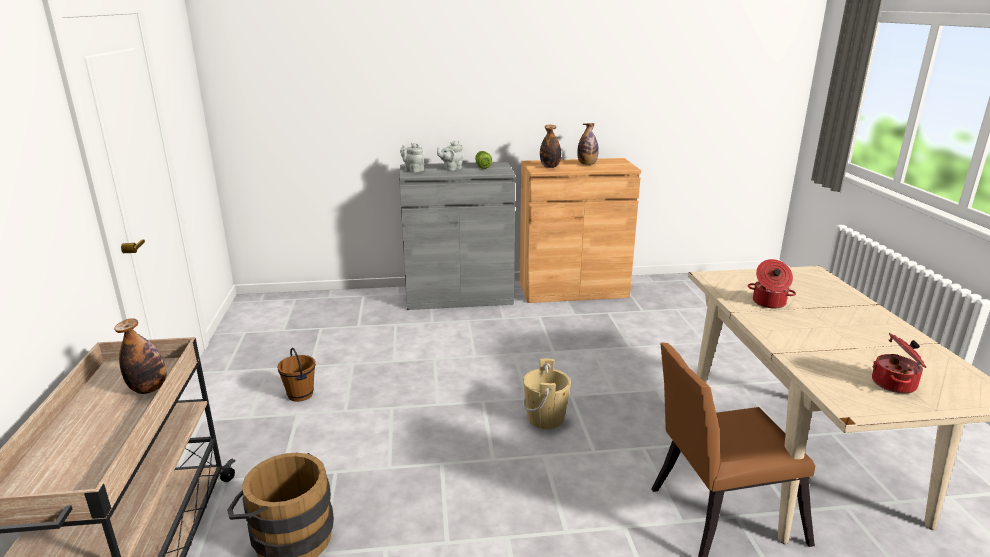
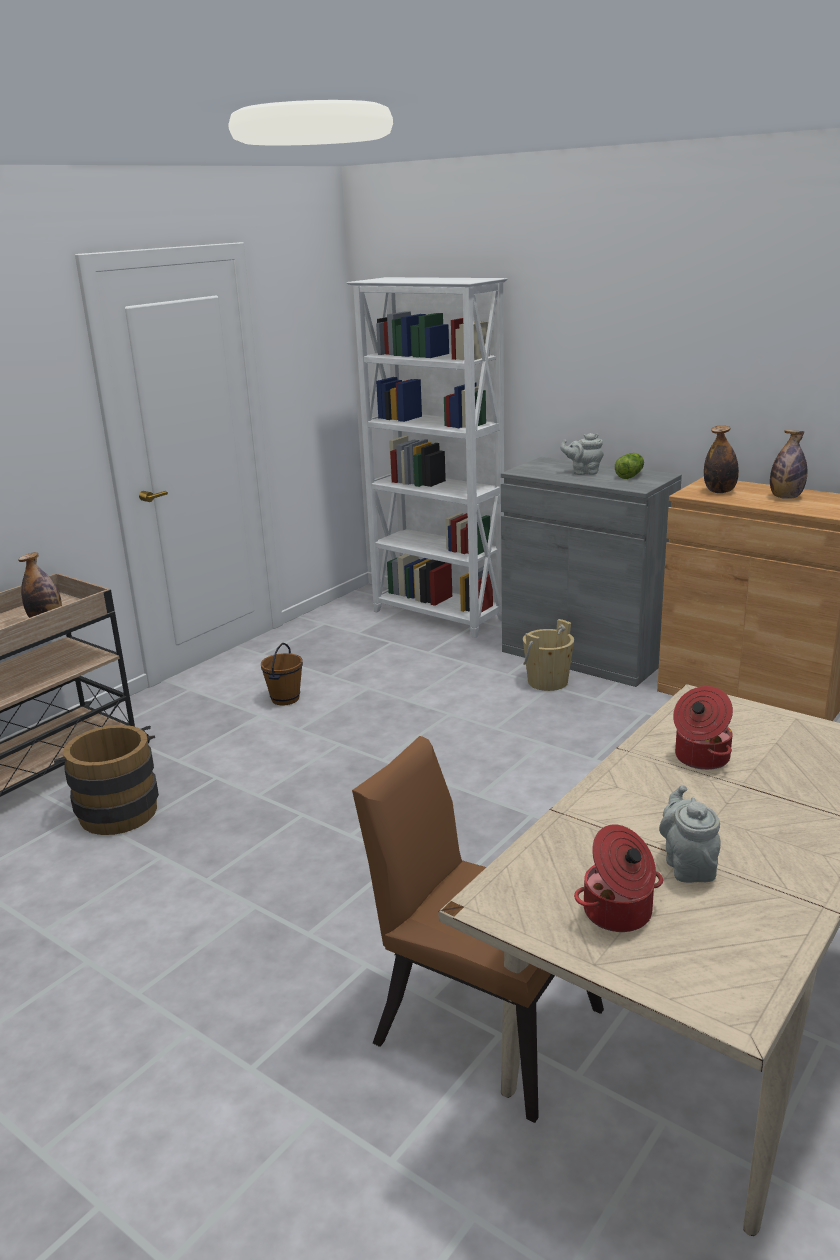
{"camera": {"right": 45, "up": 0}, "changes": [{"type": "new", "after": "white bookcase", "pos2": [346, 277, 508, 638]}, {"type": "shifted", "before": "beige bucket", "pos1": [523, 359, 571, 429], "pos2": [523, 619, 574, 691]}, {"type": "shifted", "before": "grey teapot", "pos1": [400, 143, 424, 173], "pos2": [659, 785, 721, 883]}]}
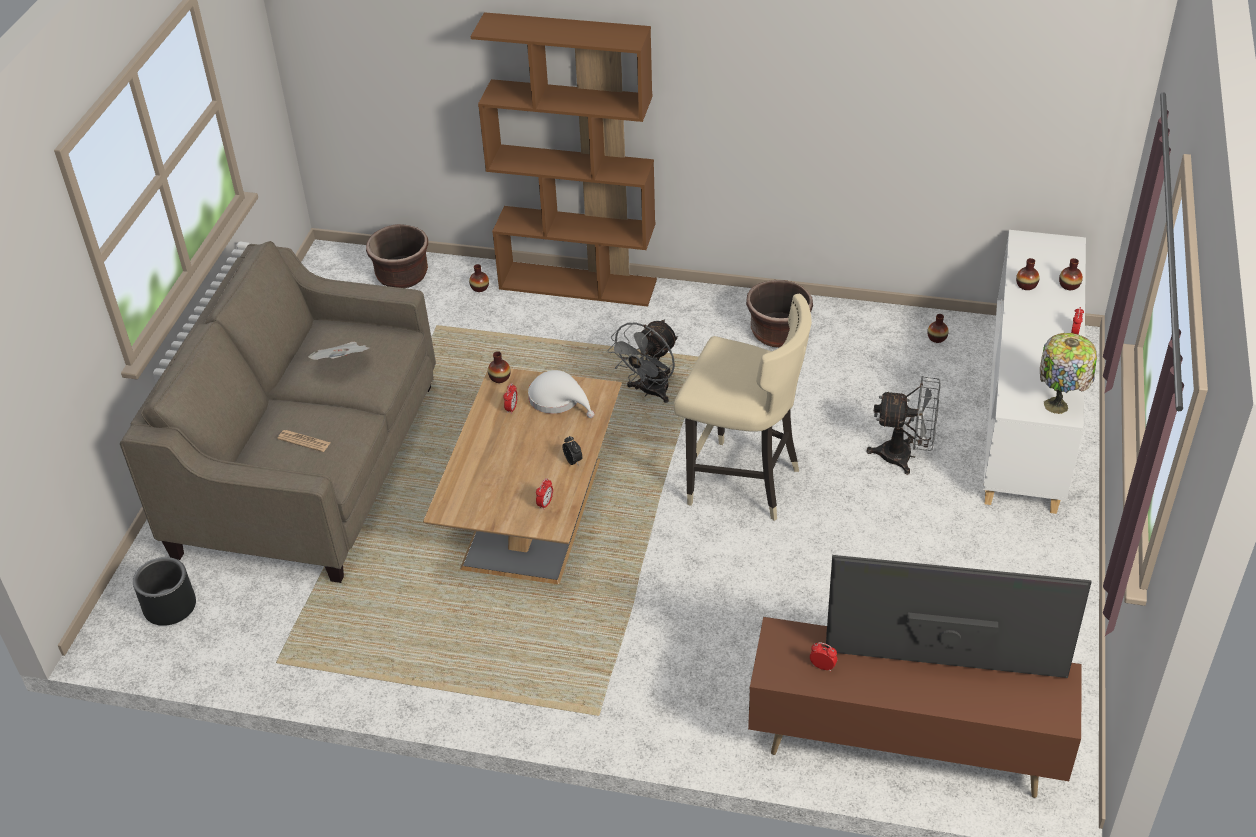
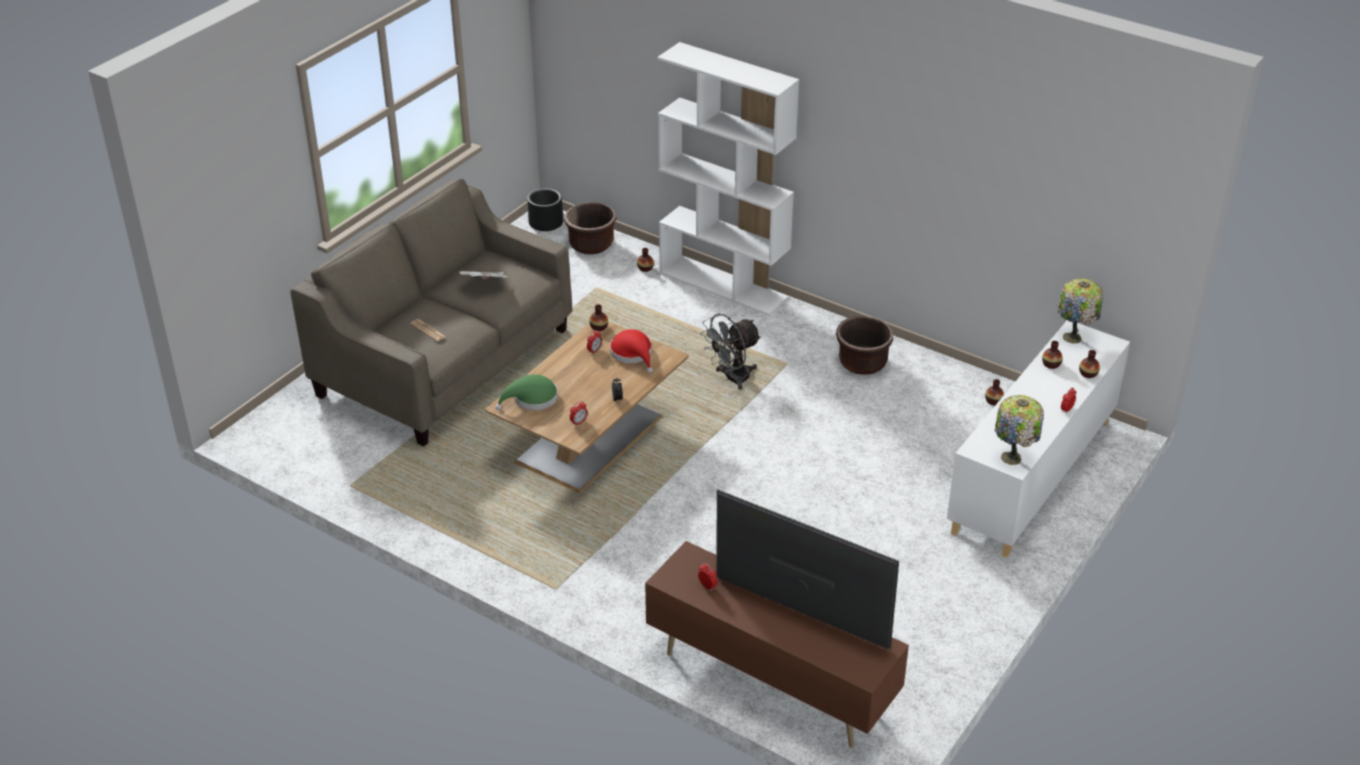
{"camera": {"right": 20, "up": -5}, "changes": [{"type": "new", "after": "green hat", "pos2": [496, 374, 558, 410]}, {"type": "shifted", "before": "black planter", "pos1": [133, 557, 196, 626], "pos2": [527, 188, 563, 231]}, {"type": "repainted", "before": "white hat", "after": "red hat", "pos1": [528, 370, 594, 418], "pos2": [610, 329, 653, 373]}, {"type": "repainted", "before": "brown bookcase", "after": "white bookcase", "pos1": [471, 12, 657, 306], "pos2": [657, 42, 799, 316]}, {"type": "new", "after": "table lamp", "pos2": [1058, 278, 1103, 344]}, {"type": "gone", "before": "beige stool", "pos1": [674, 294, 812, 521]}, {"type": "gone", "before": "grey fan", "pos1": [867, 376, 941, 475]}]}
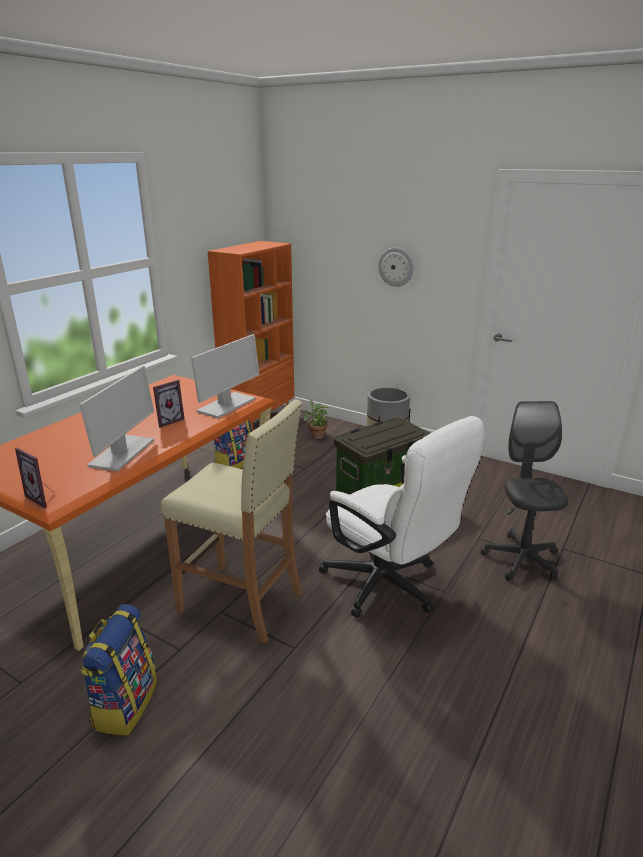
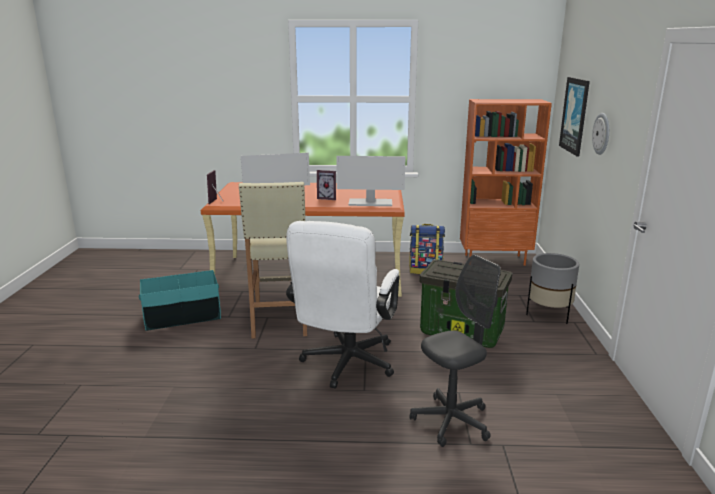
{"camera": {"right": 60, "up": -5}, "changes": [{"type": "swapped", "before": "backpack", "after": "turquoise storage box", "pos1": [80, 604, 157, 736], "pos2": [139, 270, 221, 331]}, {"type": "new", "after": "picture", "pos2": [559, 77, 590, 157]}, {"type": "gone", "before": "potted plant", "pos1": [304, 400, 329, 439]}]}
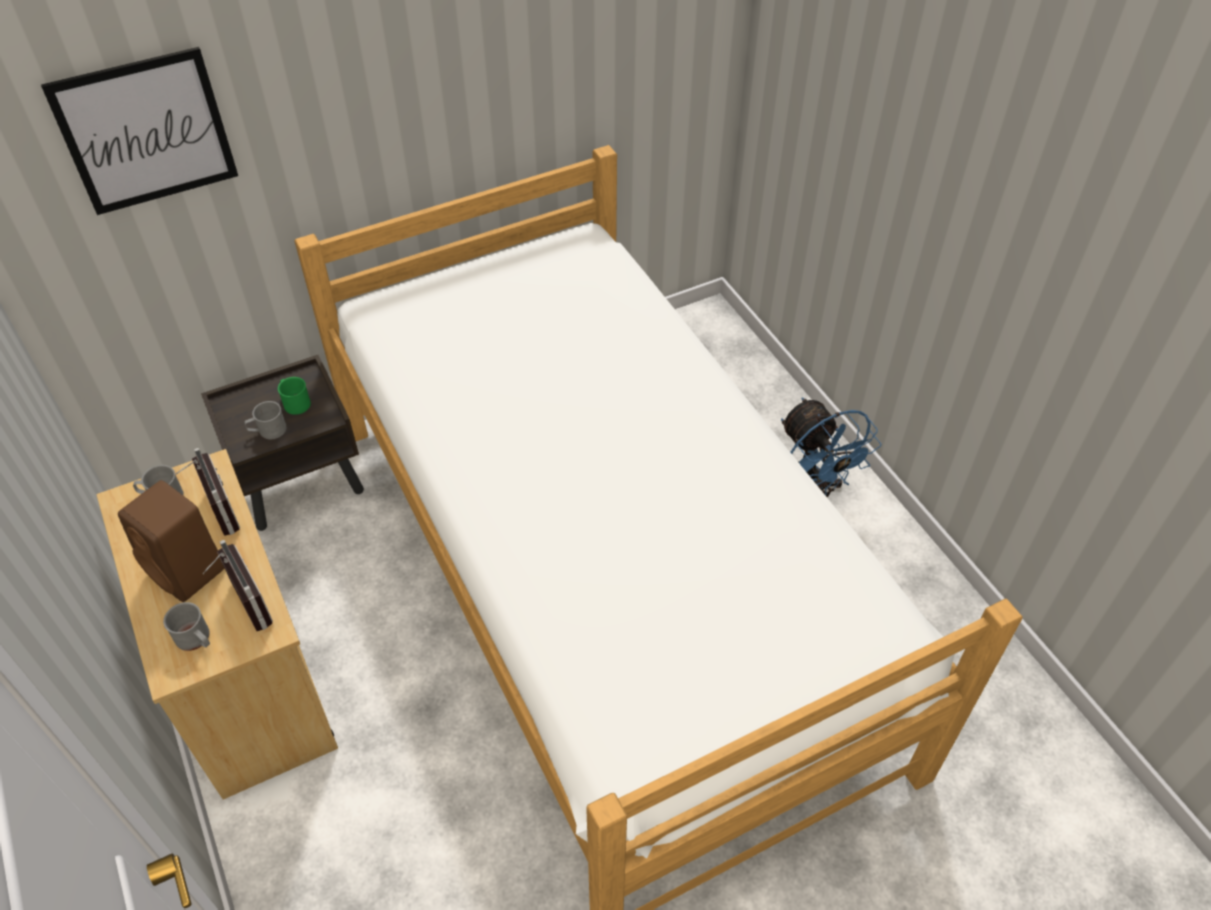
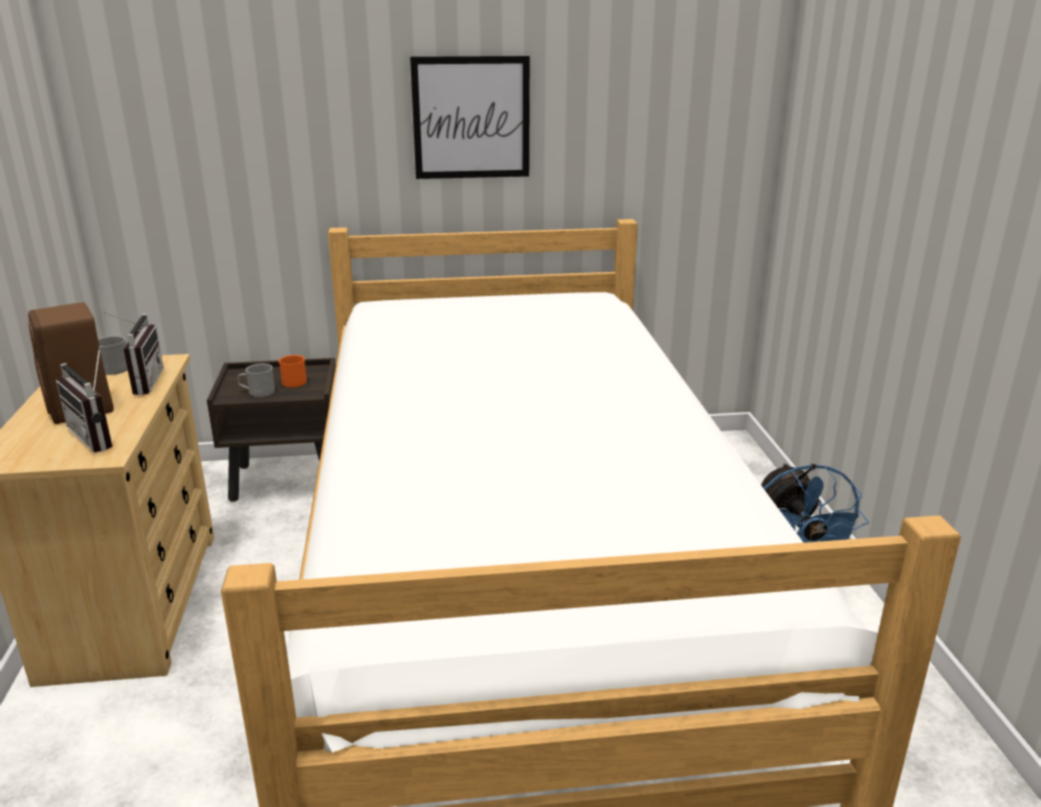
{"camera": {"right": 20, "up": -25}, "changes": [{"type": "rotated", "before": "radio", "pos1": [203, 540, 273, 631], "pos2": [56, 346, 113, 452], "turn": 150}, {"type": "repainted", "before": "green mug", "after": "orange mug", "pos1": [278, 377, 311, 415], "pos2": [279, 355, 307, 388]}, {"type": "shifted", "before": "picture", "pos1": [41, 47, 238, 215], "pos2": [410, 56, 530, 179]}, {"type": "gone", "before": "grey mug", "pos1": [163, 602, 210, 651]}]}
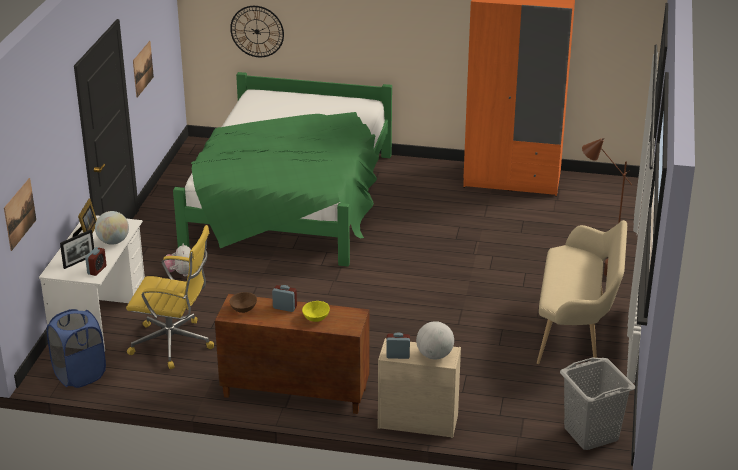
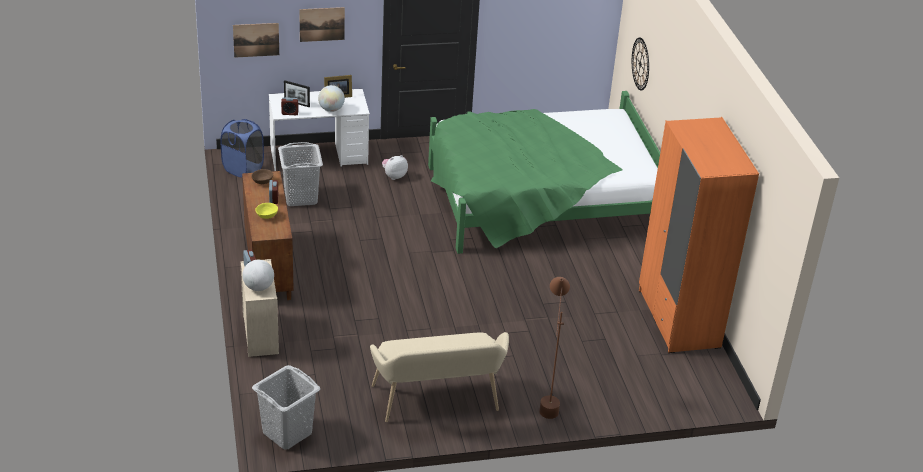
{"camera": {"right": 65, "up": 5}, "changes": [{"type": "swapped", "before": "yellow office chair", "after": "grey laundry basket", "pos1": [126, 225, 214, 369], "pos2": [278, 142, 323, 206]}, {"type": "shifted", "before": "picture", "pos1": [133, 41, 154, 98], "pos2": [299, 7, 345, 42]}]}
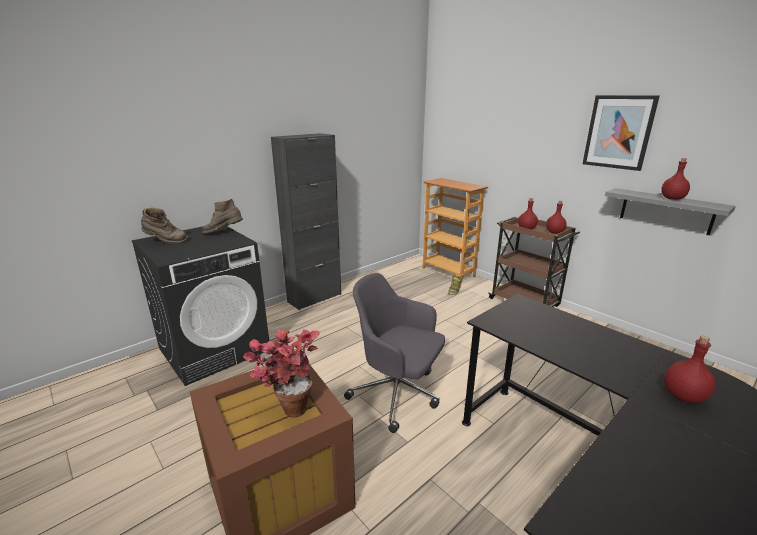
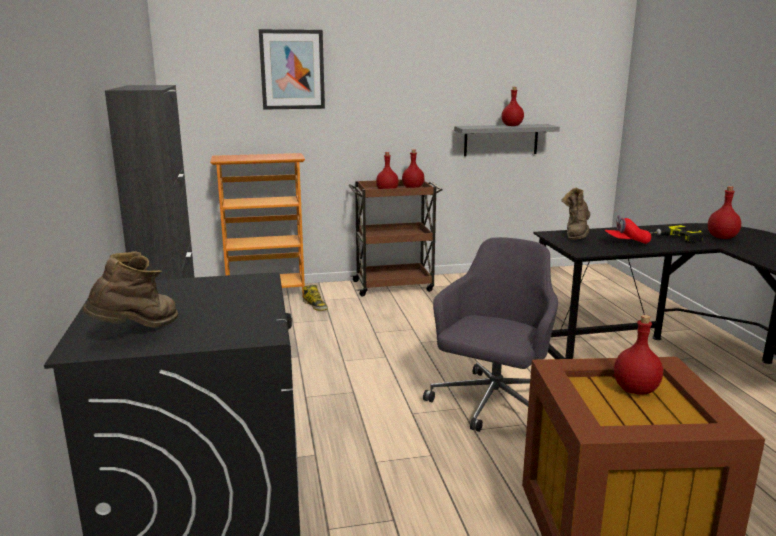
{"camera": {"right": -60, "up": -5}, "changes": [{"type": "shifted", "before": "picture", "pos1": [583, 95, 660, 171], "pos2": [259, 29, 325, 110]}, {"type": "rotated", "before": "grey office chair", "pos1": [344, 273, 445, 433], "pos2": [423, 237, 558, 432], "turn": 150}, {"type": "shifted", "before": "brown boot", "pos1": [202, 199, 243, 233], "pos2": [561, 187, 590, 240]}, {"type": "new", "after": "red cap", "pos2": [604, 215, 651, 244]}, {"type": "swapped", "before": "potted plant", "after": "red bottle", "pos1": [243, 329, 320, 418], "pos2": [614, 315, 663, 395]}, {"type": "new", "after": "power drill", "pos2": [650, 225, 703, 243]}]}
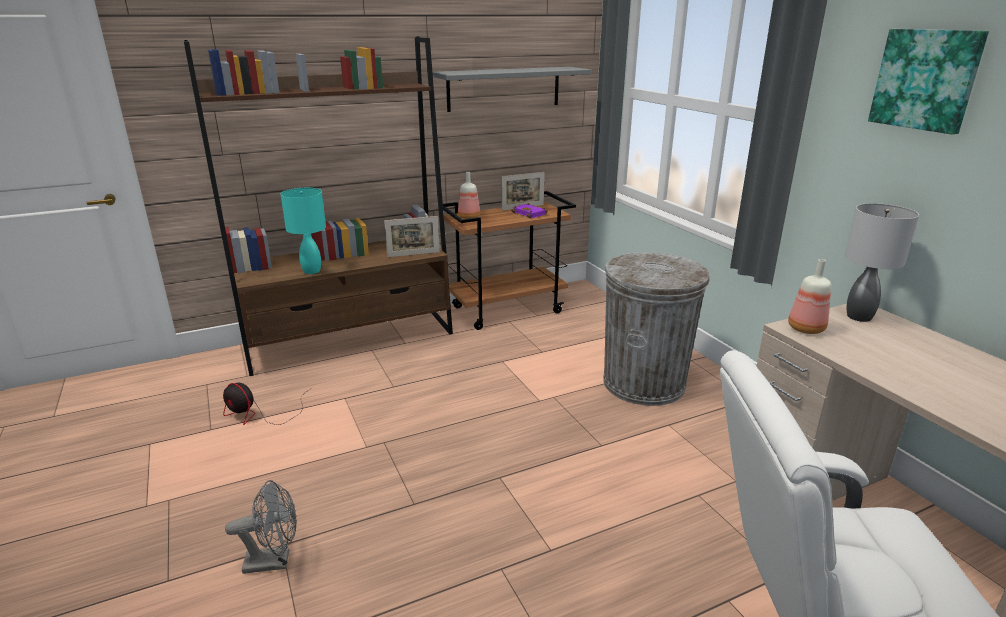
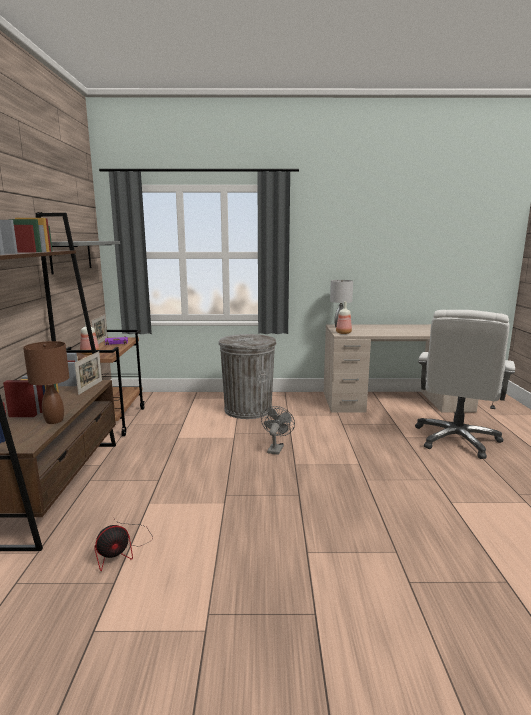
{"camera": {"right": -65, "up": -10}, "changes": [{"type": "repainted", "before": "turquoise table lamp", "after": "brown table lamp", "pos1": [280, 188, 326, 274], "pos2": [23, 341, 69, 424]}, {"type": "shifted", "before": "grey fan", "pos1": [225, 480, 297, 574], "pos2": [261, 406, 295, 455]}, {"type": "gone", "before": "picture", "pos1": [868, 29, 989, 134]}]}
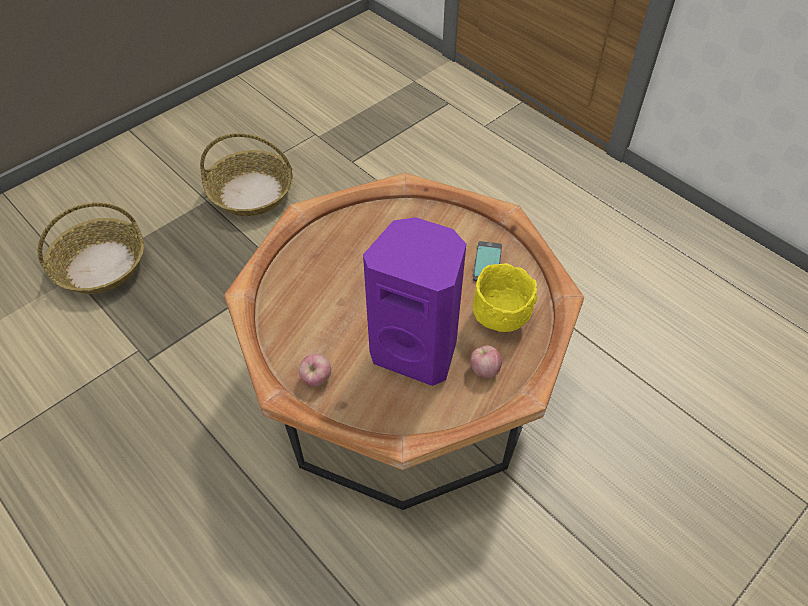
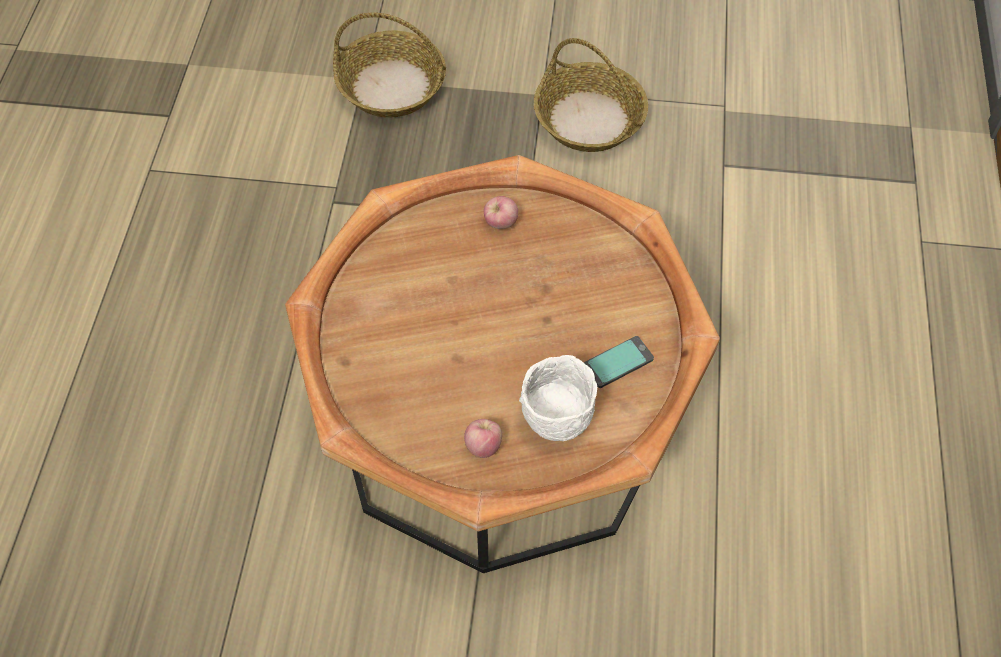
{"camera": {"right": 50, "up": 5}, "changes": [{"type": "shifted", "before": "apple", "pos1": [299, 354, 331, 386], "pos2": [484, 196, 518, 229]}, {"type": "repainted", "before": "yellow bowl", "after": "white bowl", "pos1": [473, 263, 538, 332], "pos2": [519, 355, 597, 441]}, {"type": "gone", "before": "purple speaker", "pos1": [363, 217, 466, 386]}]}
